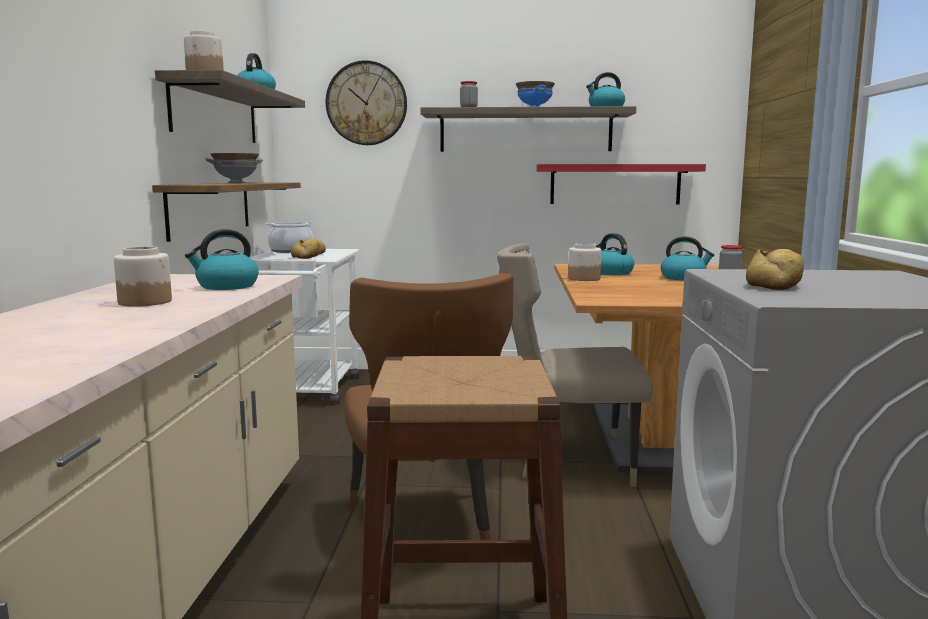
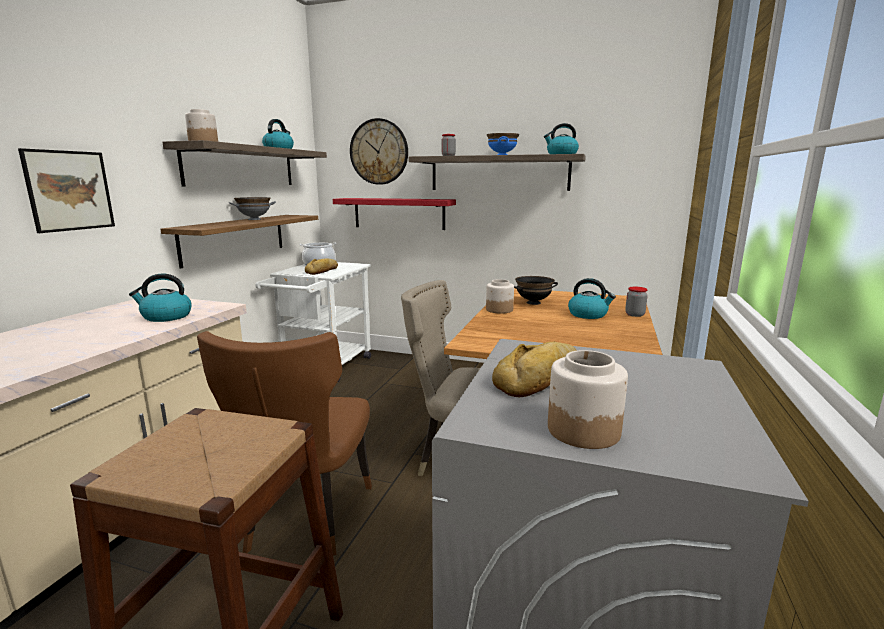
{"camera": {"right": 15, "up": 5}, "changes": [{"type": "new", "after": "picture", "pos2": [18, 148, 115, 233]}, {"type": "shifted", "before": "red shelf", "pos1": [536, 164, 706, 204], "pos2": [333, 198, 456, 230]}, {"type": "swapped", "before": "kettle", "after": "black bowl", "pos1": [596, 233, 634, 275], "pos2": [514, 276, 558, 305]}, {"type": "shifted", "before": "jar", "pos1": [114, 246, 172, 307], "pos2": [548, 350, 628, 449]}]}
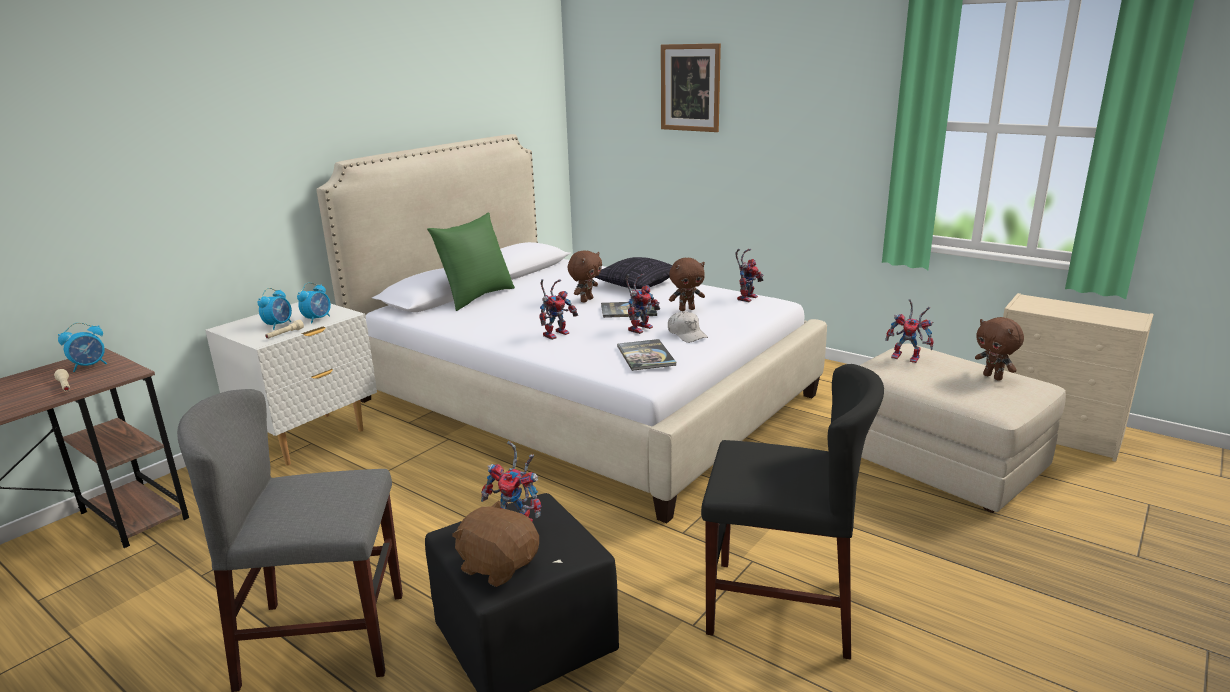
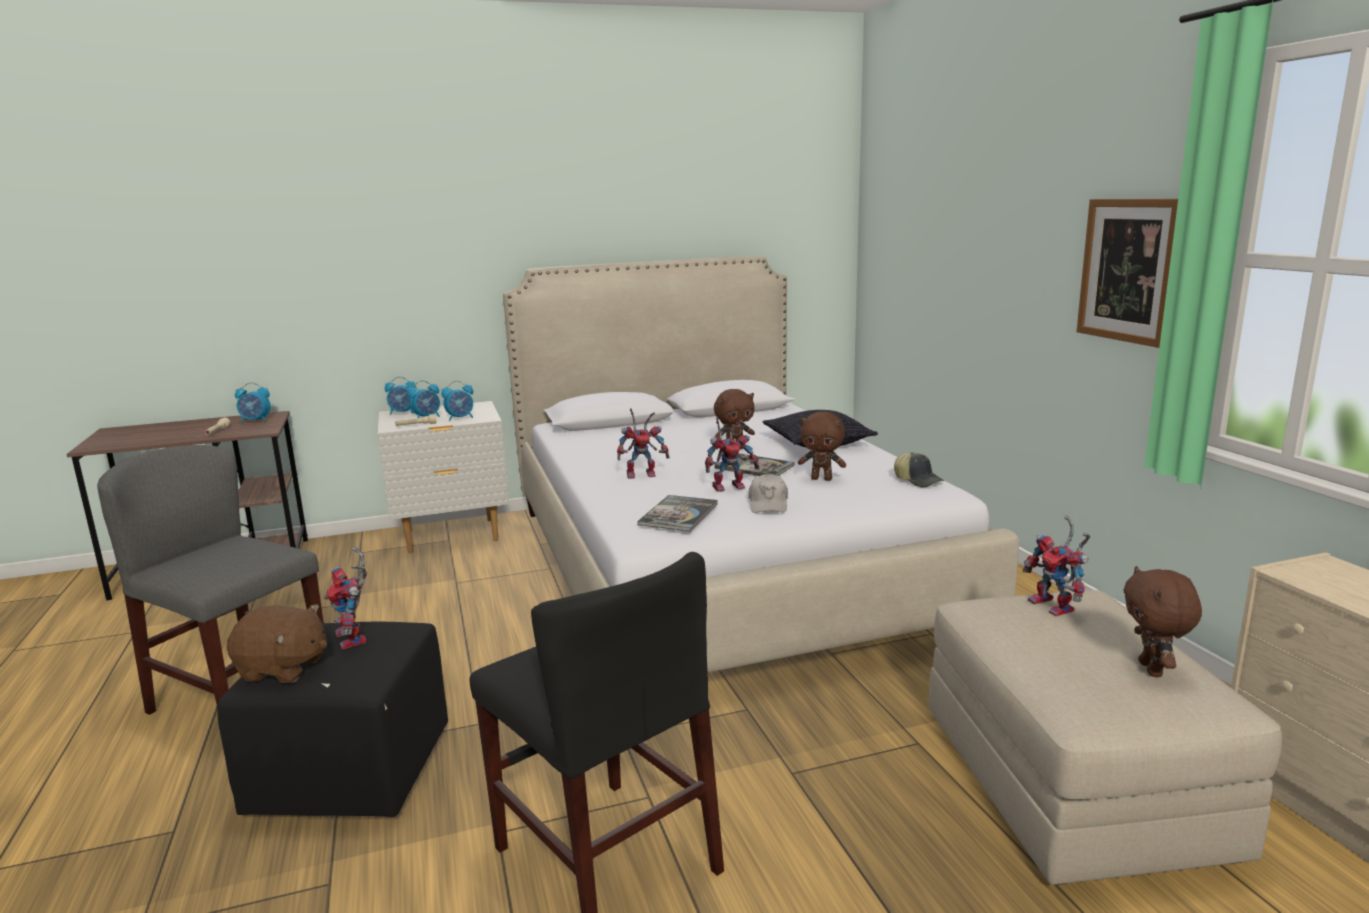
{"camera": {"right": 35, "up": -5}, "changes": [{"type": "rotated", "before": "brown plush toy", "pos1": [452, 500, 539, 587], "pos2": [227, 604, 327, 683], "turn": 120}, {"type": "new", "after": "alarm clock", "pos2": [385, 377, 416, 415]}, {"type": "swapped", "before": "toy robot", "after": "cap", "pos1": [735, 249, 764, 302], "pos2": [894, 452, 944, 487]}, {"type": "shifted", "before": "picture", "pos1": [661, 43, 721, 132], "pos2": [1077, 199, 1178, 348]}, {"type": "gone", "before": "green pillow", "pos1": [427, 212, 515, 311]}]}
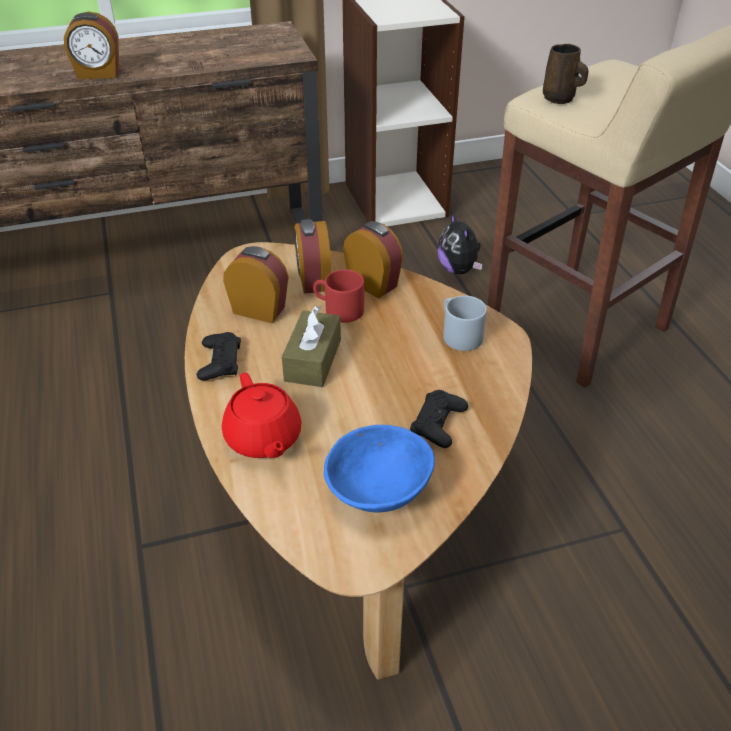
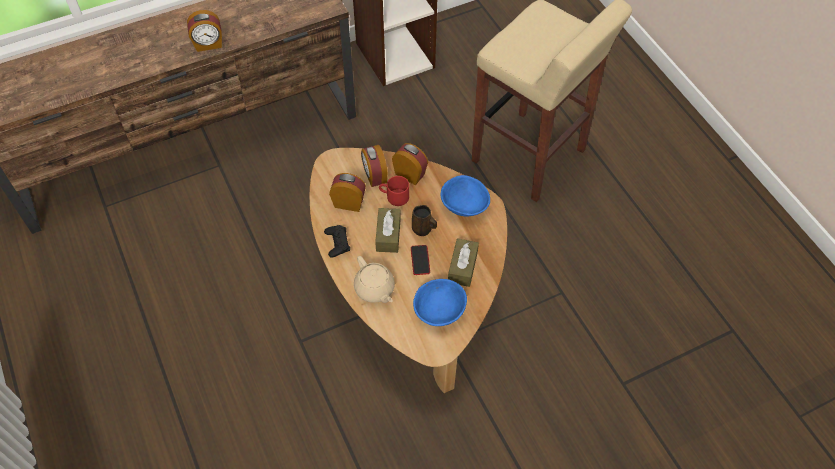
{"camera": {"right": -10, "up": 15}, "changes": [{"type": "repainted", "before": "red teapot", "after": "beige teapot", "pos1": [222, 372, 301, 458], "pos2": [354, 256, 395, 303]}, {"type": "new", "after": "phone", "pos2": [411, 245, 430, 275]}, {"type": "shifted", "before": "brown mug", "pos1": [543, 44, 589, 104], "pos2": [412, 205, 437, 236]}, {"type": "swapped", "before": "grey mug", "after": "blue bowl", "pos1": [443, 296, 487, 351], "pos2": [441, 175, 490, 217]}, {"type": "swapped", "before": "black game controller", "after": "brown tissue box", "pos1": [410, 390, 468, 448], "pos2": [448, 238, 479, 287]}, {"type": "gone", "before": "plush toy", "pos1": [438, 212, 483, 274]}]}
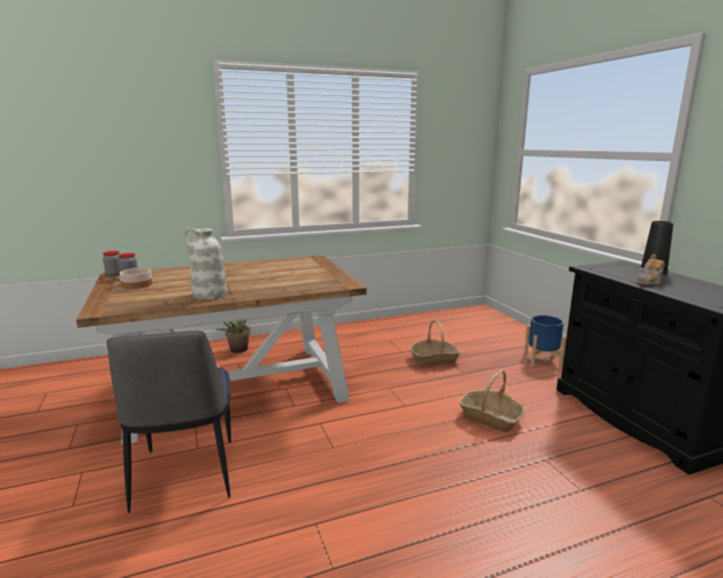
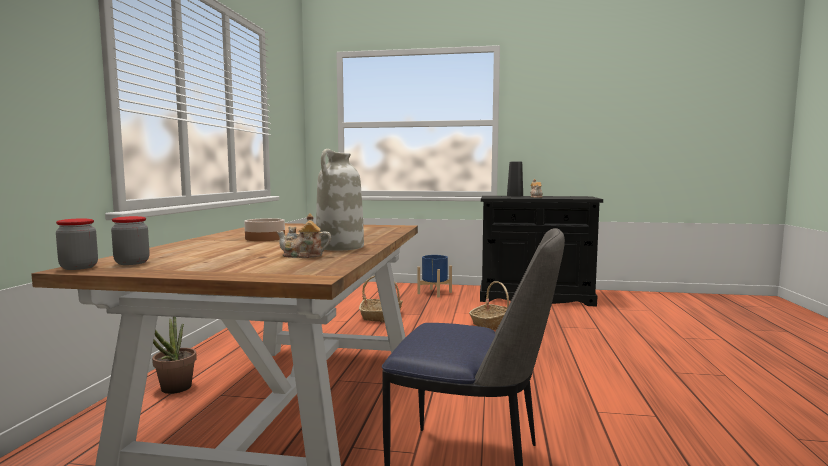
{"camera": {"right": -60, "up": -10}, "changes": [{"type": "shifted", "before": "bowl", "pos1": [119, 268, 153, 289], "pos2": [244, 218, 285, 241]}, {"type": "new", "after": "teapot", "pos2": [277, 213, 331, 258]}]}
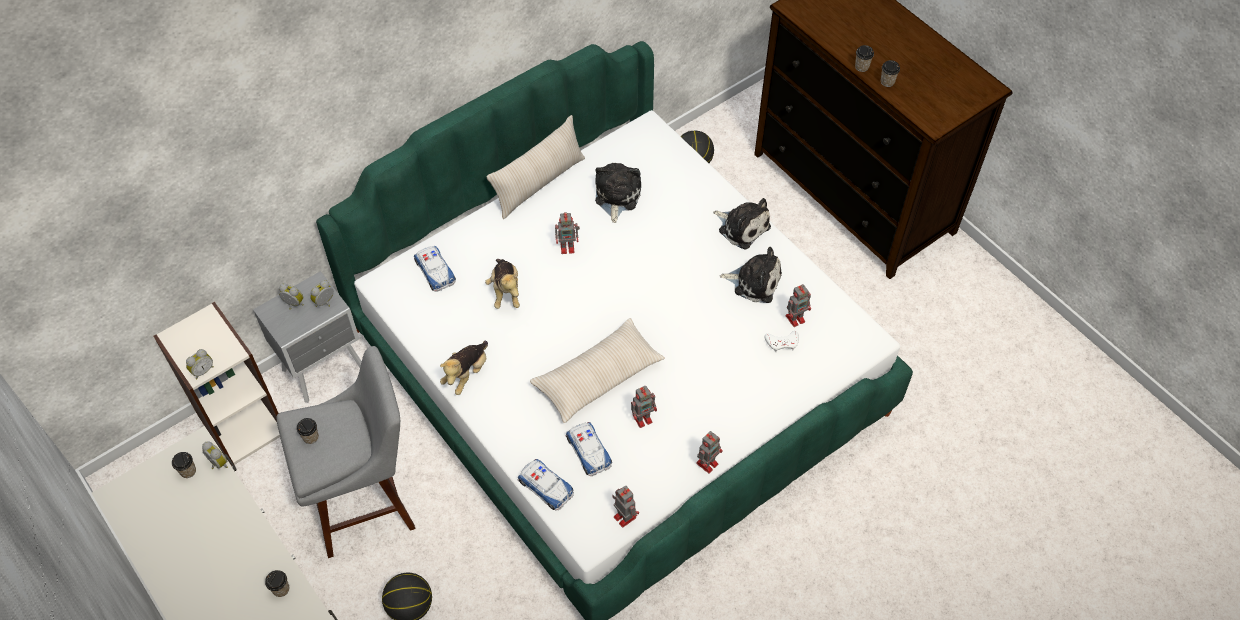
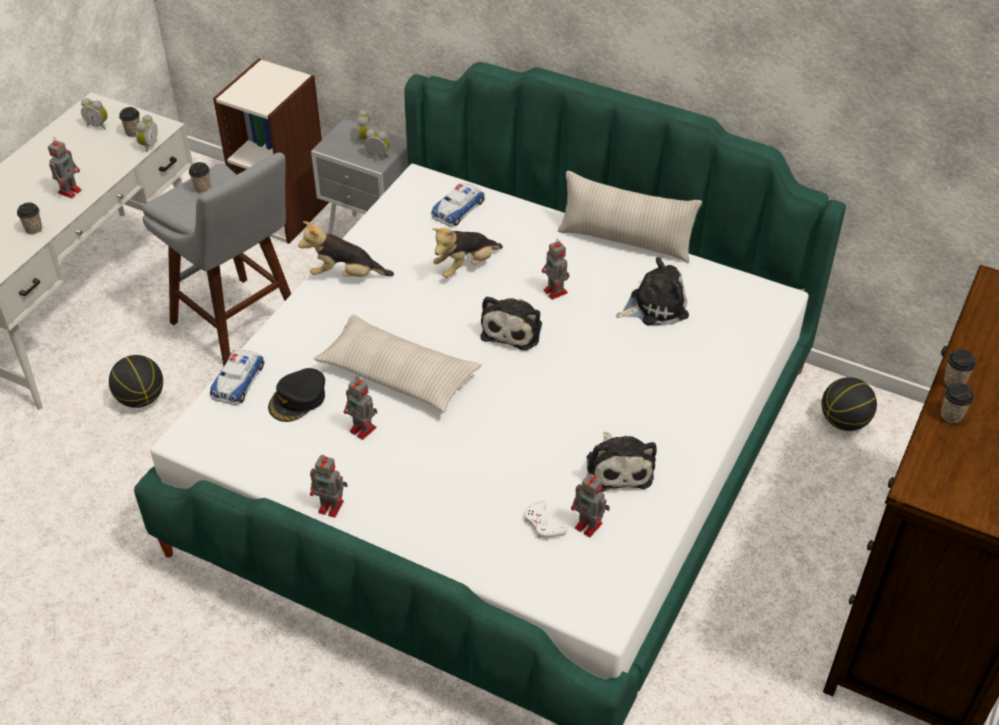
{"camera": {"right": 65, "up": -10}, "changes": [{"type": "shifted", "before": "toy robot", "pos1": [612, 486, 639, 528], "pos2": [48, 137, 82, 198]}, {"type": "shifted", "before": "alarm clock", "pos1": [186, 349, 214, 379], "pos2": [81, 98, 108, 130]}, {"type": "swapped", "before": "toy car", "after": "black cap", "pos1": [566, 422, 612, 476], "pos2": [268, 368, 325, 422]}, {"type": "shifted", "before": "plush toy", "pos1": [713, 198, 771, 250], "pos2": [480, 296, 542, 351]}]}
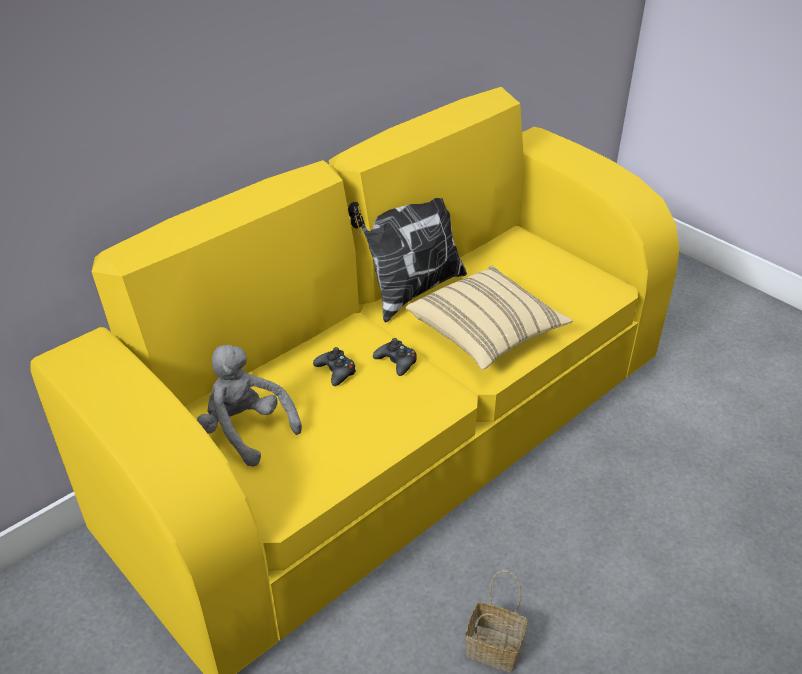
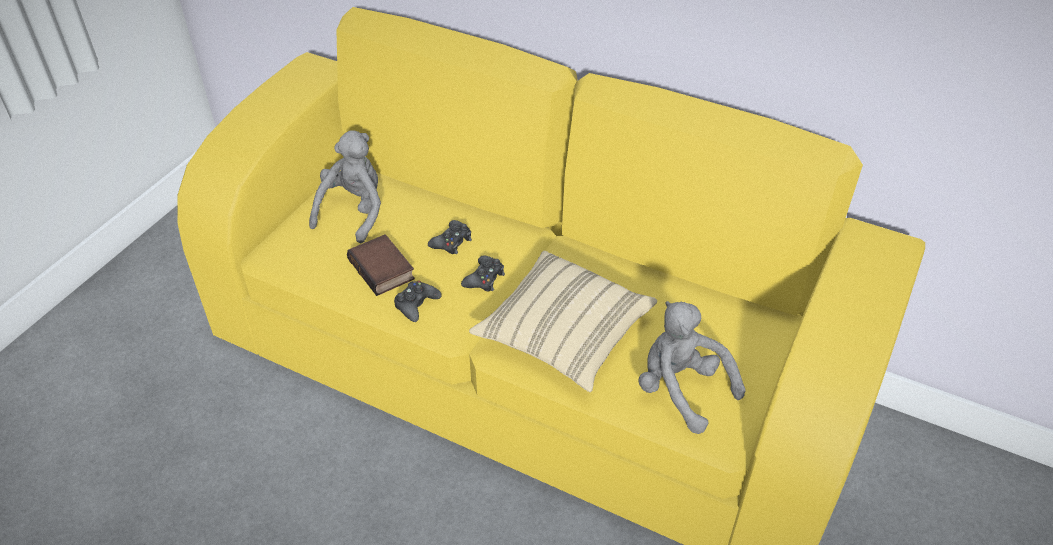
{"camera": {"right": 70, "up": 5}, "changes": [{"type": "new", "after": "book", "pos2": [347, 234, 415, 296]}, {"type": "new", "after": "black game controller", "pos2": [394, 281, 442, 322]}, {"type": "new", "after": "grey plush toy", "pos2": [638, 301, 746, 434]}, {"type": "gone", "before": "pillow", "pos1": [348, 198, 467, 322]}, {"type": "gone", "before": "basket", "pos1": [465, 570, 528, 673]}]}
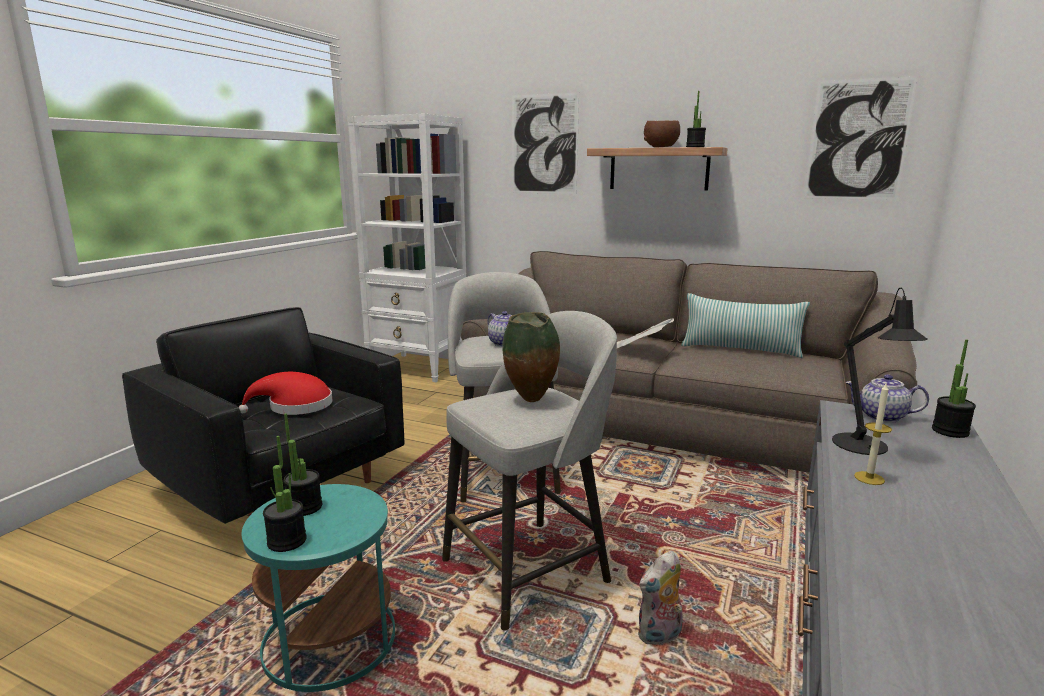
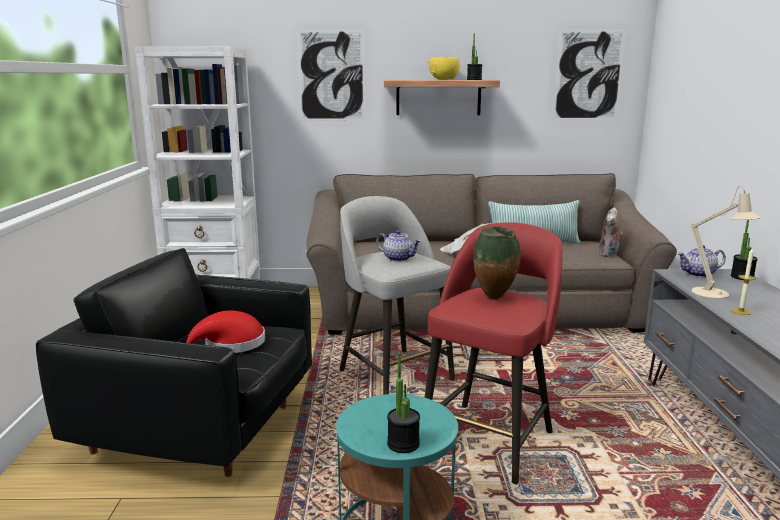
{"camera": {"right": -25, "up": 0}, "changes": [{"type": "repainted", "before": "grey stool", "after": "red stool", "pos1": [442, 311, 617, 631], "pos2": [425, 222, 563, 484]}, {"type": "repainted", "before": "brown bowl", "after": "yellow bowl", "pos1": [644, 121, 680, 148], "pos2": [429, 57, 460, 80]}, {"type": "shifted", "before": "plush toy", "pos1": [638, 550, 682, 645], "pos2": [598, 207, 623, 257]}, {"type": "repainted", "before": "black table lamp", "after": "beige table lamp", "pos1": [832, 288, 927, 455], "pos2": [691, 185, 761, 299]}, {"type": "gone", "before": "potted plant", "pos1": [283, 413, 322, 516]}]}
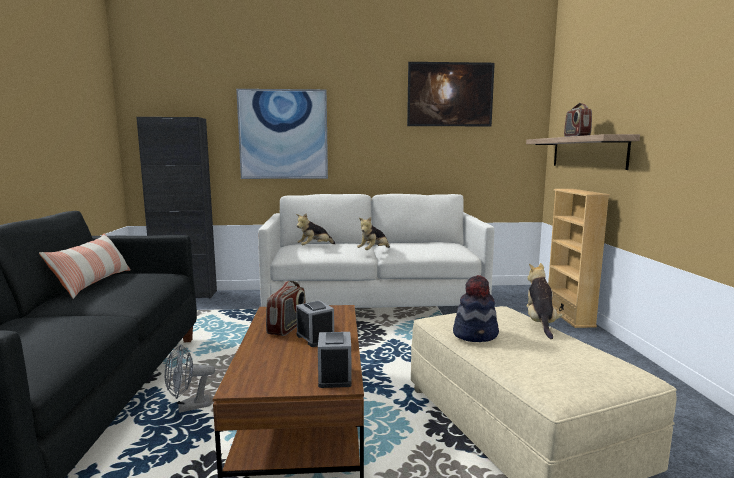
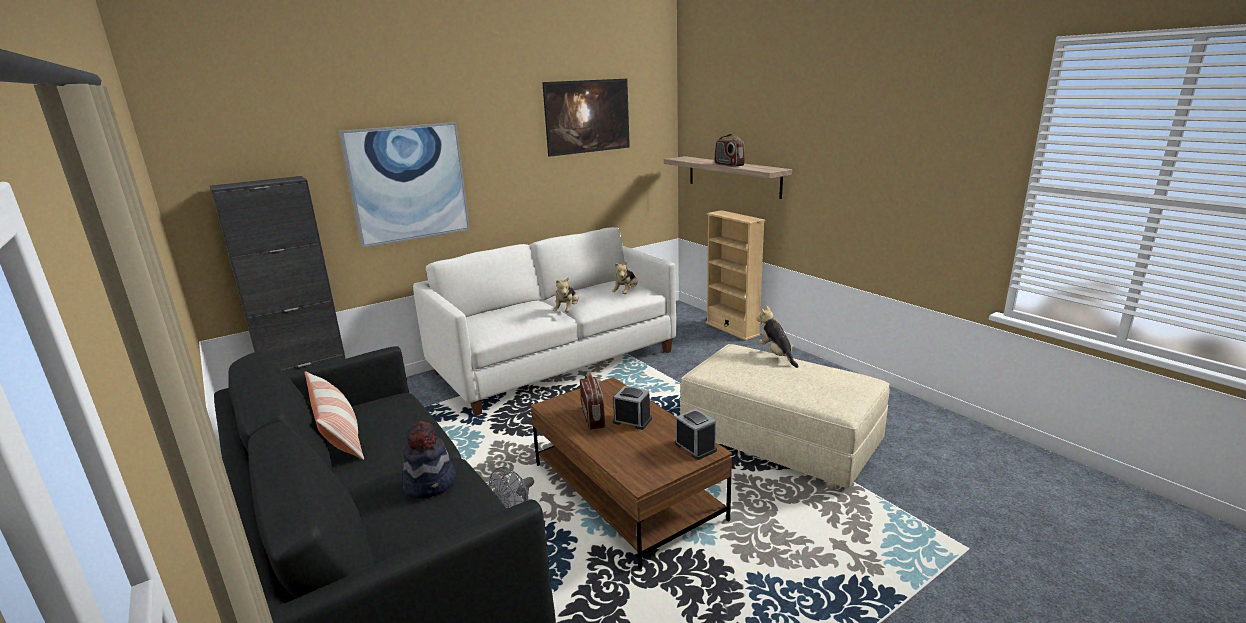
{"camera": {"right": -30, "up": 10}, "changes": [{"type": "shifted", "before": "hat", "pos1": [453, 275, 499, 342], "pos2": [403, 421, 456, 499]}, {"type": "shifted", "before": "plush toy", "pos1": [296, 213, 335, 245], "pos2": [612, 261, 638, 294]}]}
